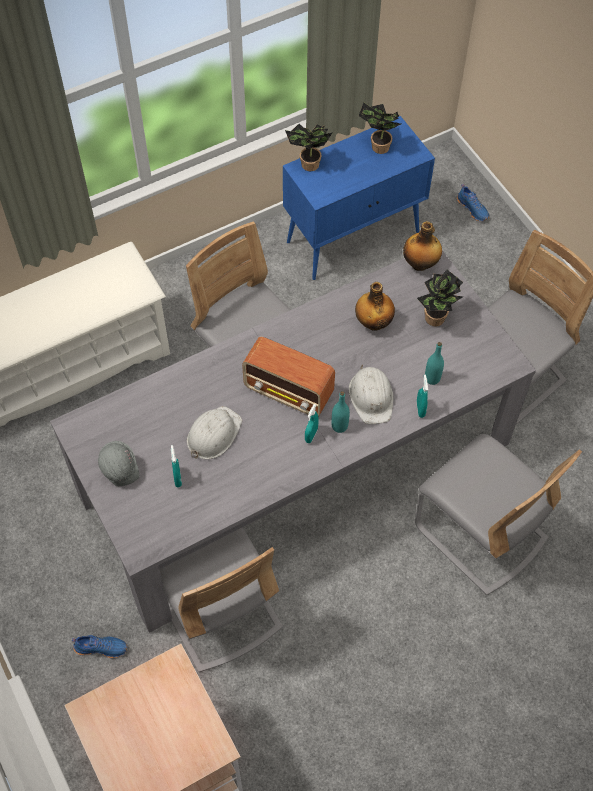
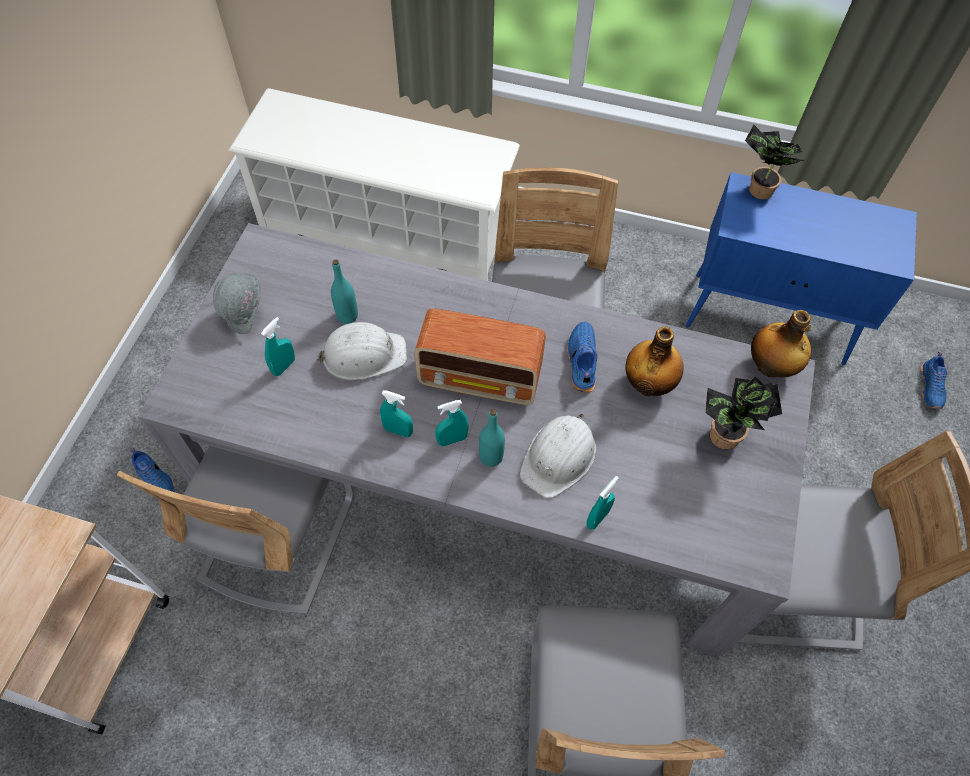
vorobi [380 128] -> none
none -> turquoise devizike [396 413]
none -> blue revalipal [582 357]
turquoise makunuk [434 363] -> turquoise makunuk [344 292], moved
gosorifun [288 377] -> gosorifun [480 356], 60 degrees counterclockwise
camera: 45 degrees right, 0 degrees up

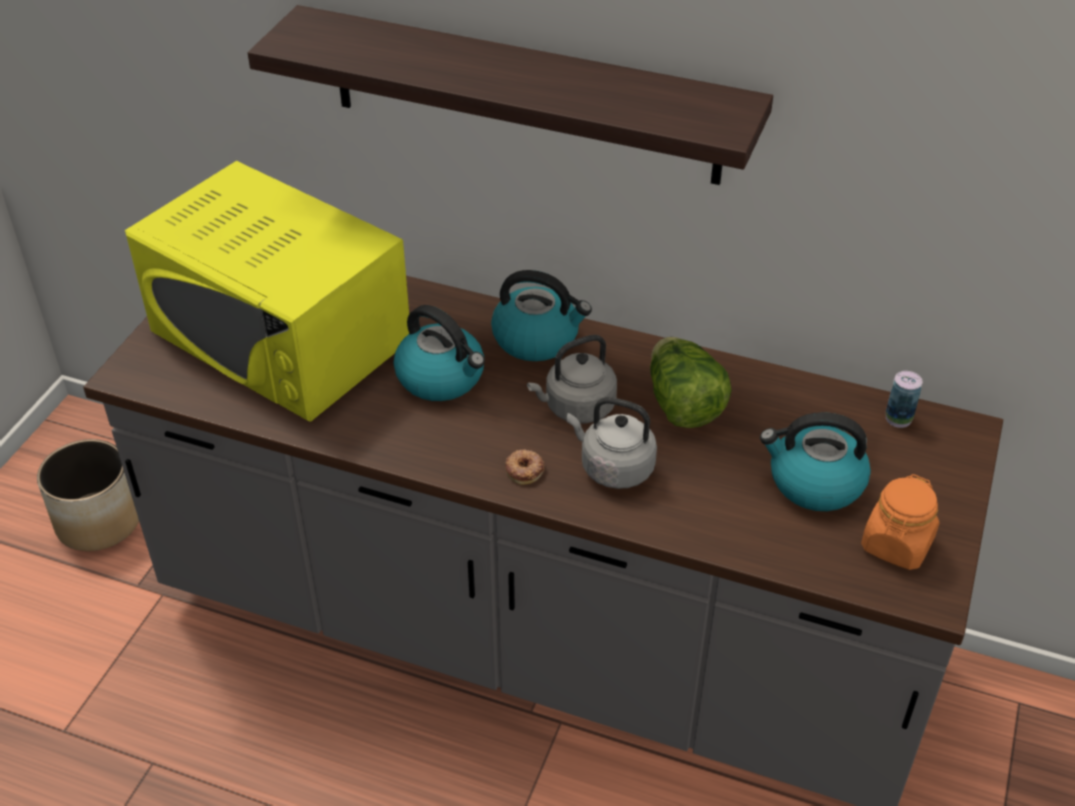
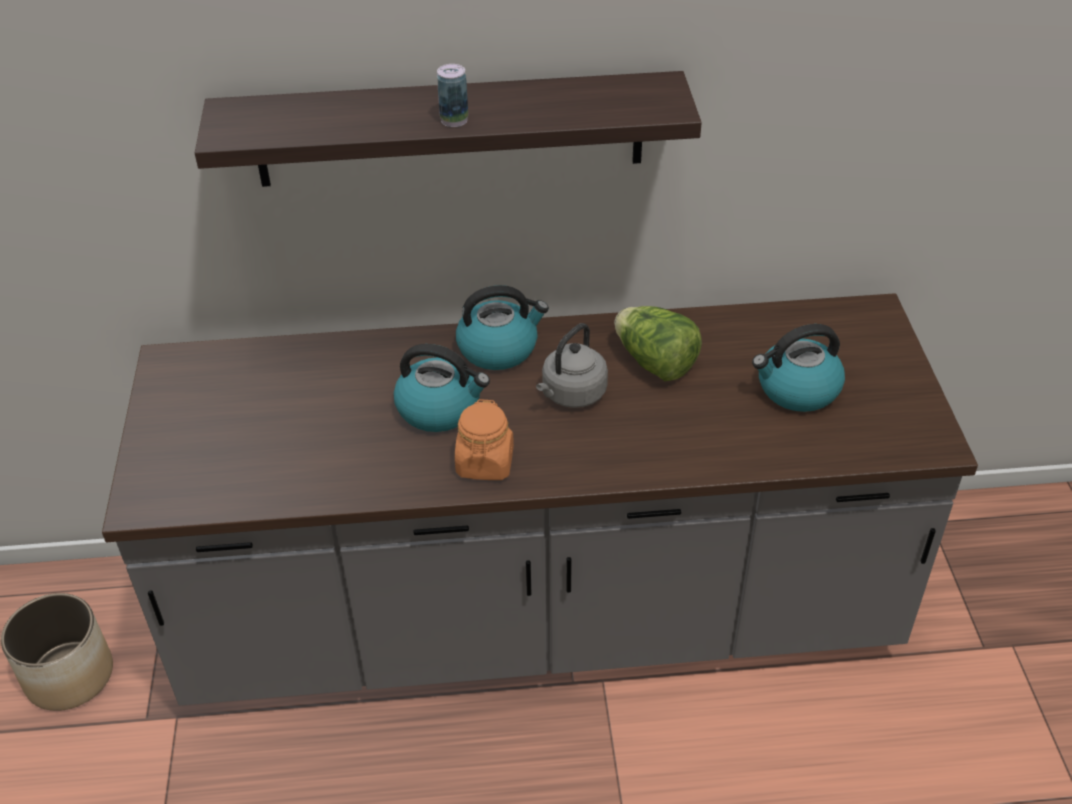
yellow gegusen [267 291] -> none
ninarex [525 467] -> none
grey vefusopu [612 443] -> none
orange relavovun [900 522] -> orange relavovun [484 439], moved
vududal [904 399] -> vududal [452 95], moved
camera: 25 degrees left, 0 degrees up

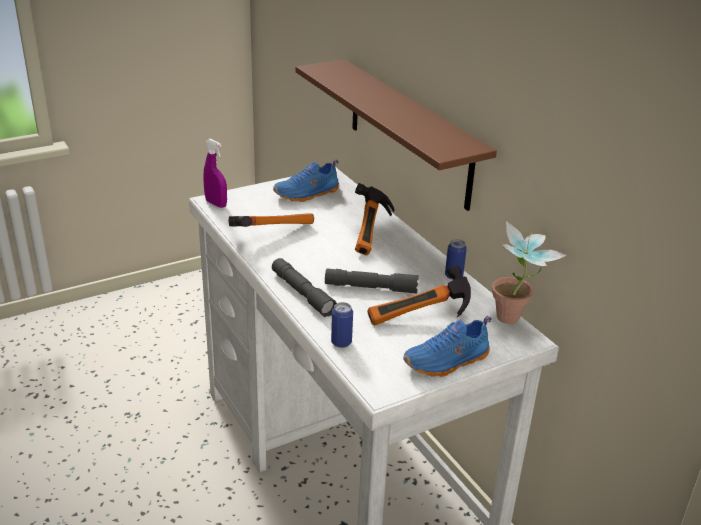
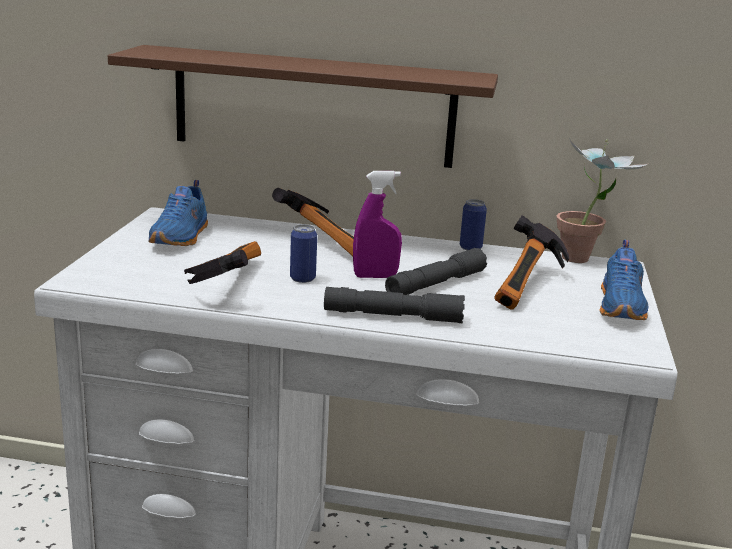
purple devizike [215 173] -> purple devizike [377 224], moved
vududal [342 325] -> vududal [303 253], moved
camera: 50 degrees left, 10 degrees down

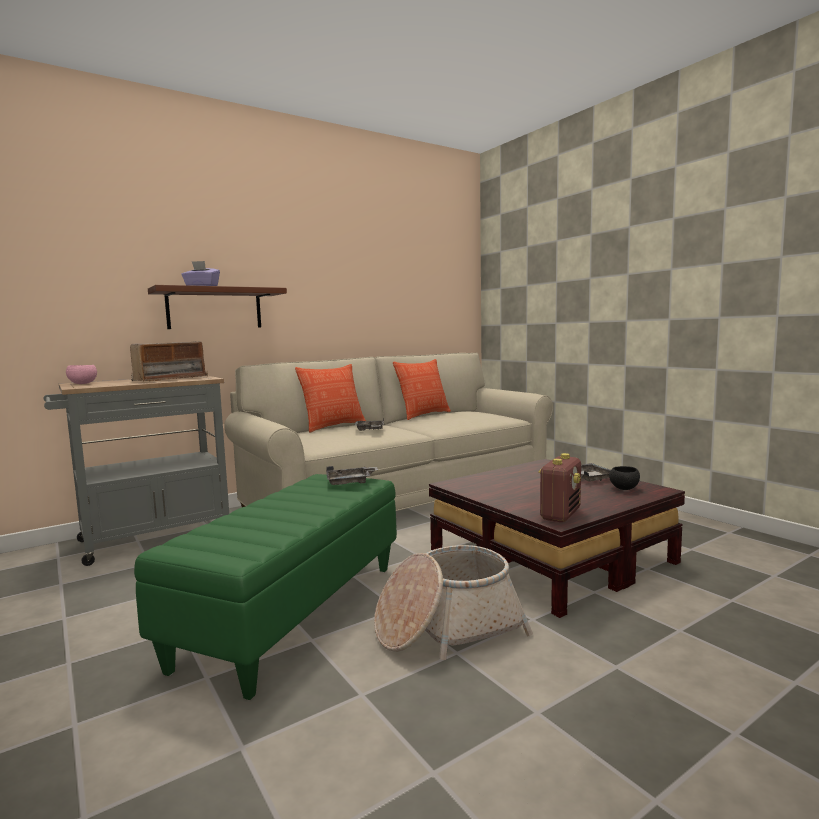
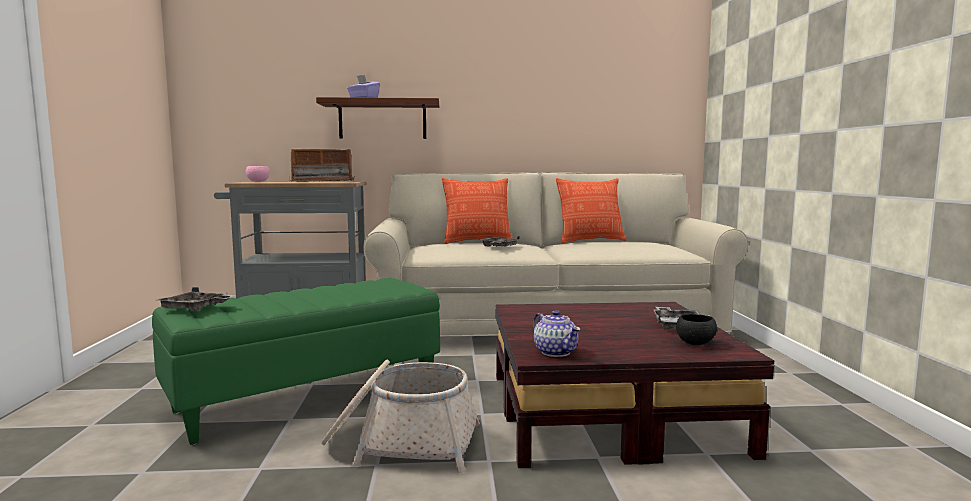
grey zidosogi [352 475] -> grey zidosogi [196 299], moved
gosorifun [559 487] -> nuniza [557 333]
camera: 30 degrees right, 0 degrees up

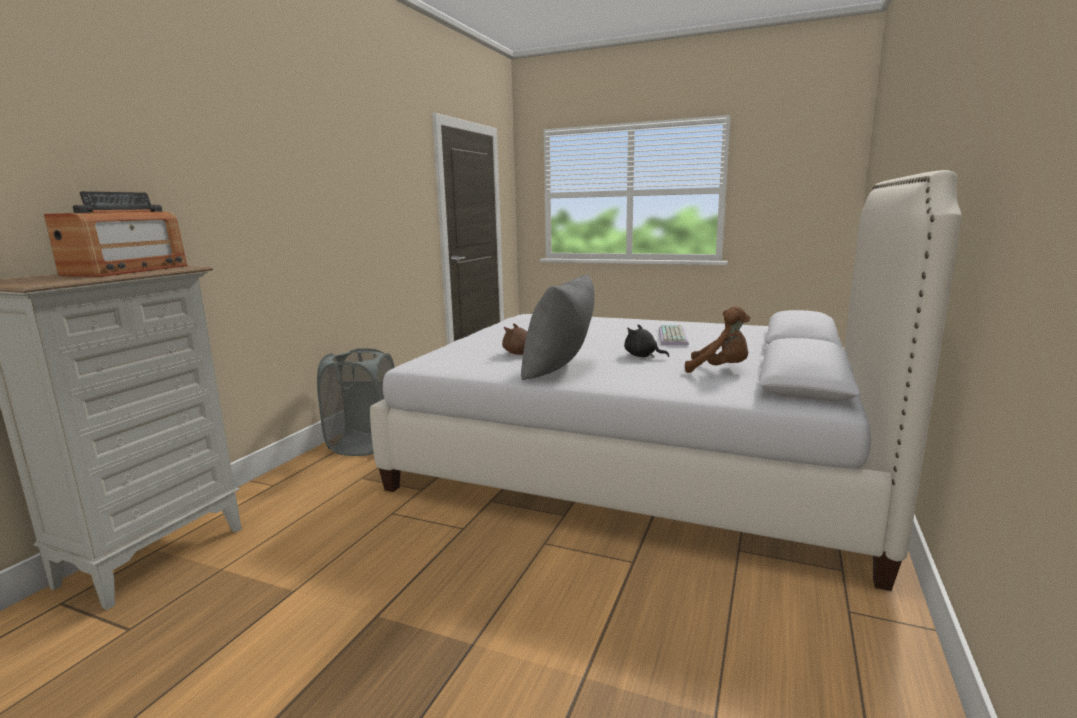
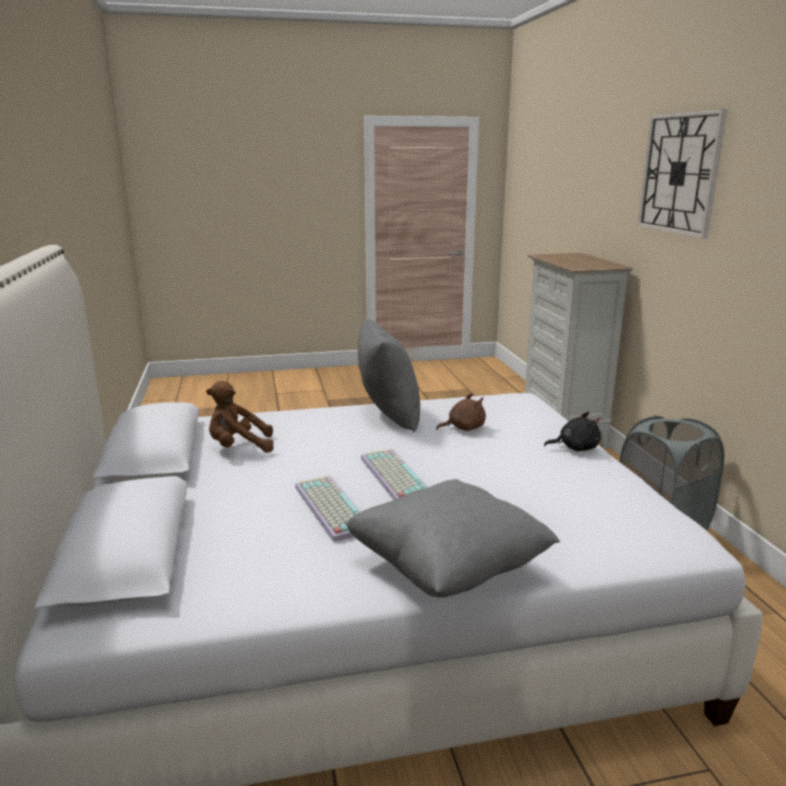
gosorifun [116 234] -> none
none -> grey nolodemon [453 538]
none -> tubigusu [394 474]
none -> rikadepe [682 174]
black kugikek [646 341] -> black kugikek [572 432], moved
camera: 145 degrees right, 5 degrees up

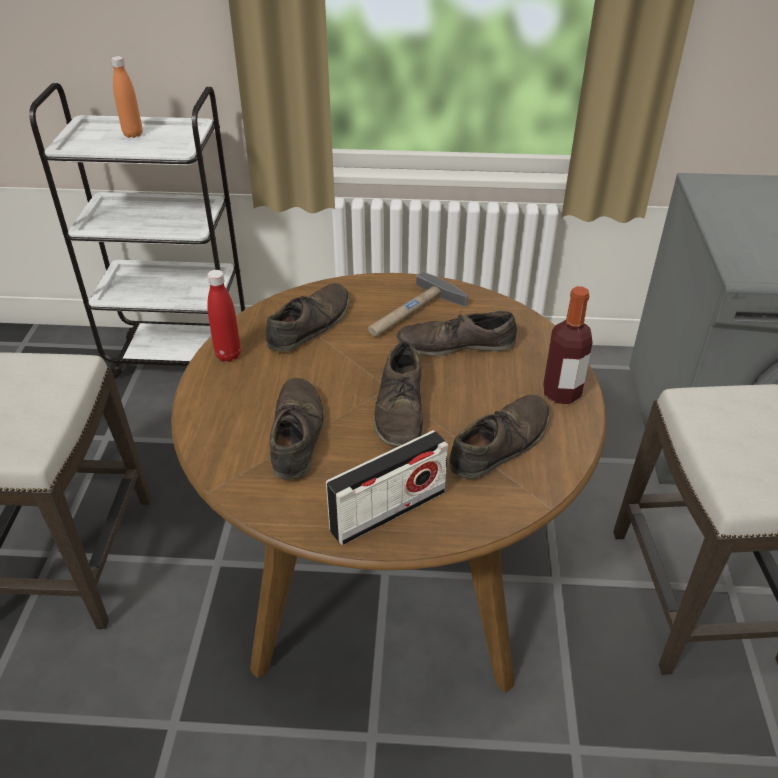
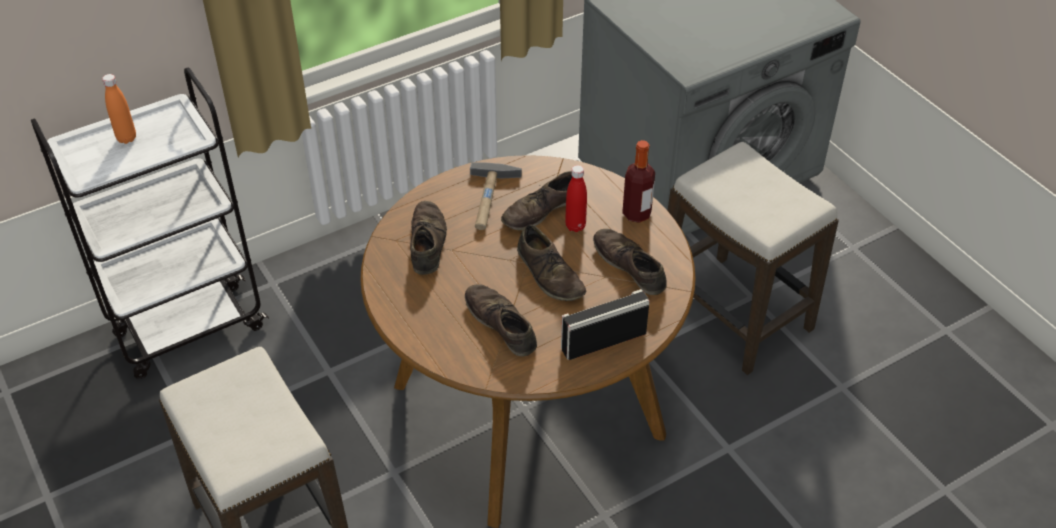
red makunuk [224 316] -> red makunuk [576 198], moved
gosorifun [387 487] -> gosorifun [605 324], 135 degrees counterclockwise
brown revalipal [499 436] -> brown revalipal [630 262], 45 degrees counterclockwise
camera: 35 degrees left, 5 degrees up

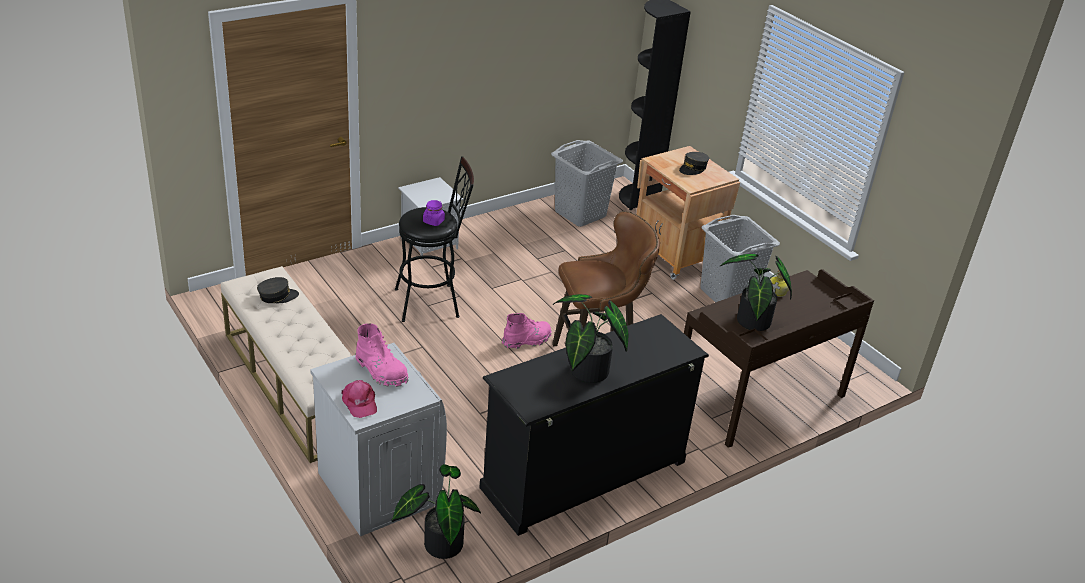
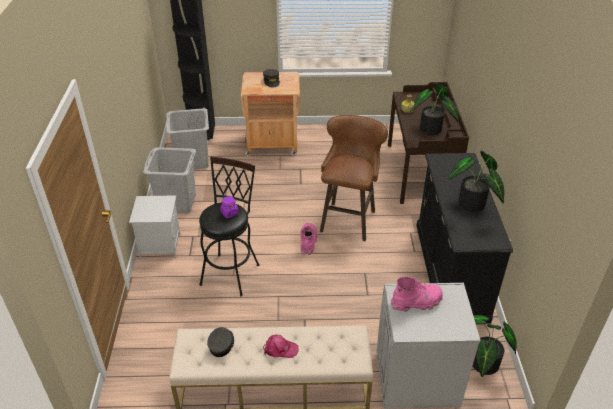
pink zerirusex [359 399] -> pink zerirusex [281 346], moved
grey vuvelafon [740 258] -> grey vuvelafon [169 180], moved
camera: 55 degrees left, 5 degrees up

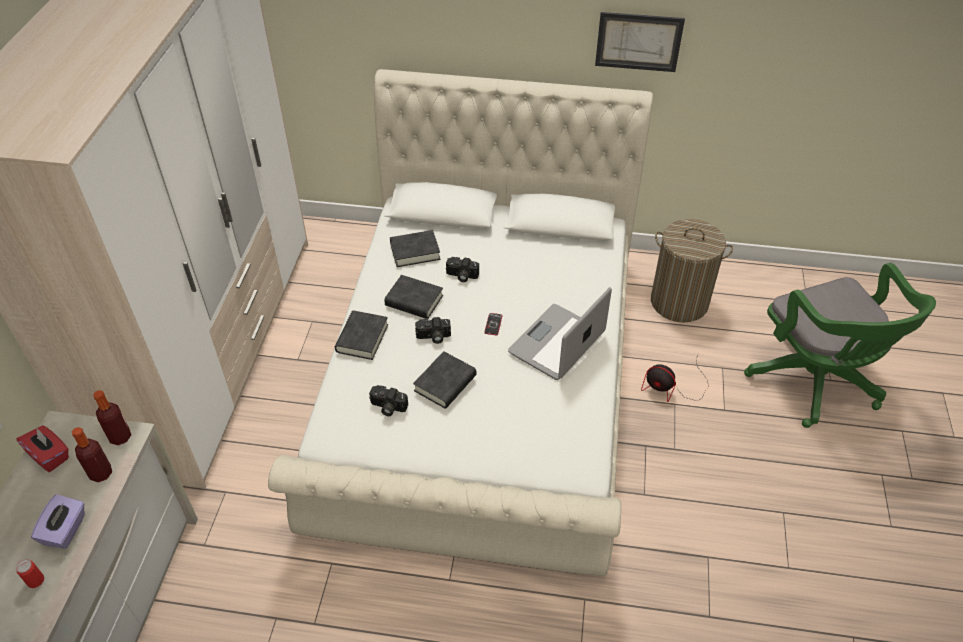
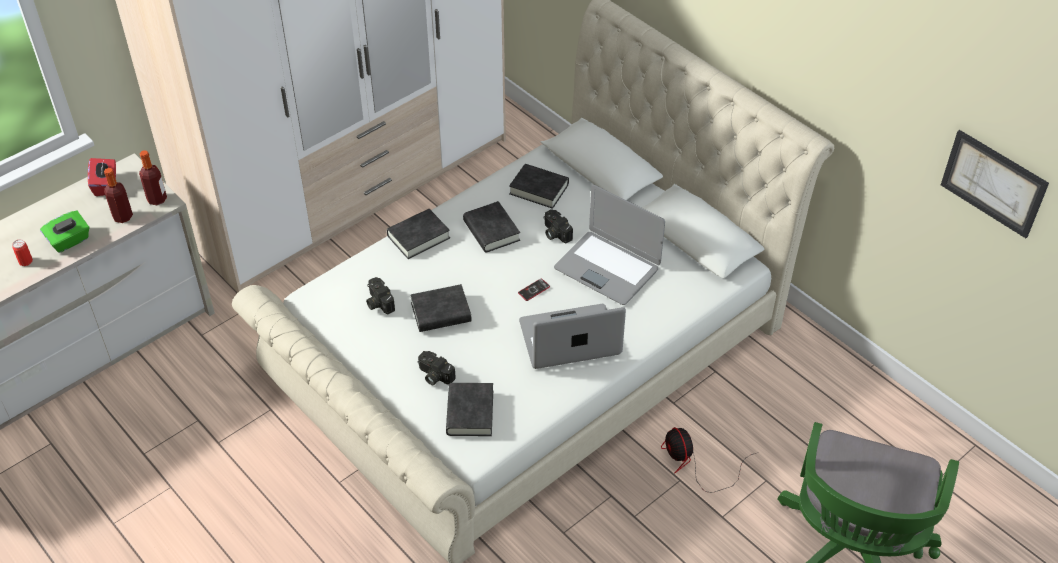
vuvelafon [692 271] -> none
none -> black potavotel [469 409]
none -> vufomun [609 245]
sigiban [433 330] -> sigiban [436 368], moved
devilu [640 42] -> devilu [995 184], moved
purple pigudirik [58 521] -> green pigudirik [64 232]
camera: 40 degrees right, 0 degrees up

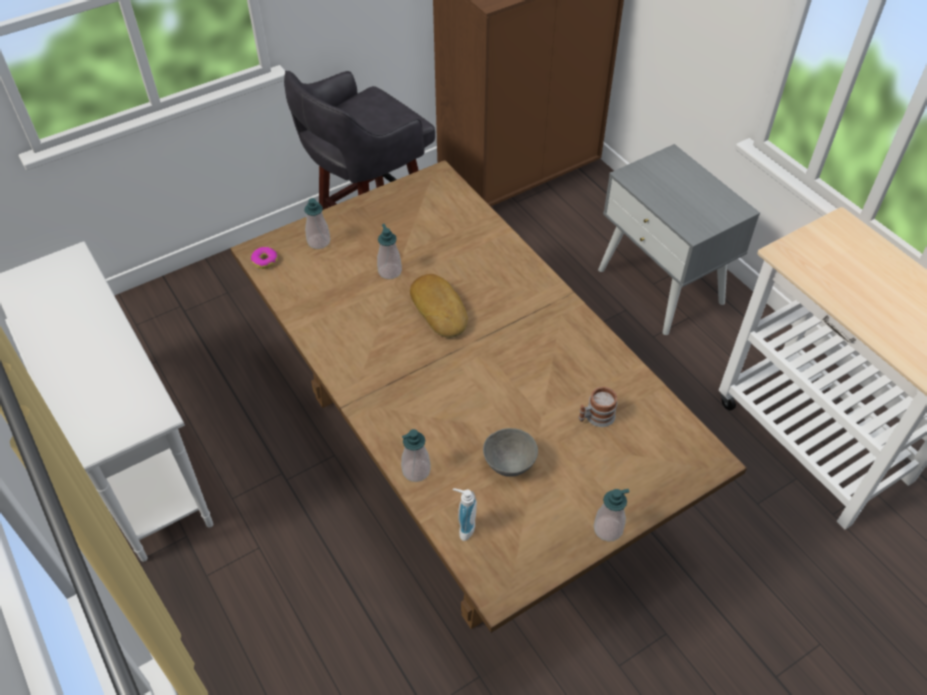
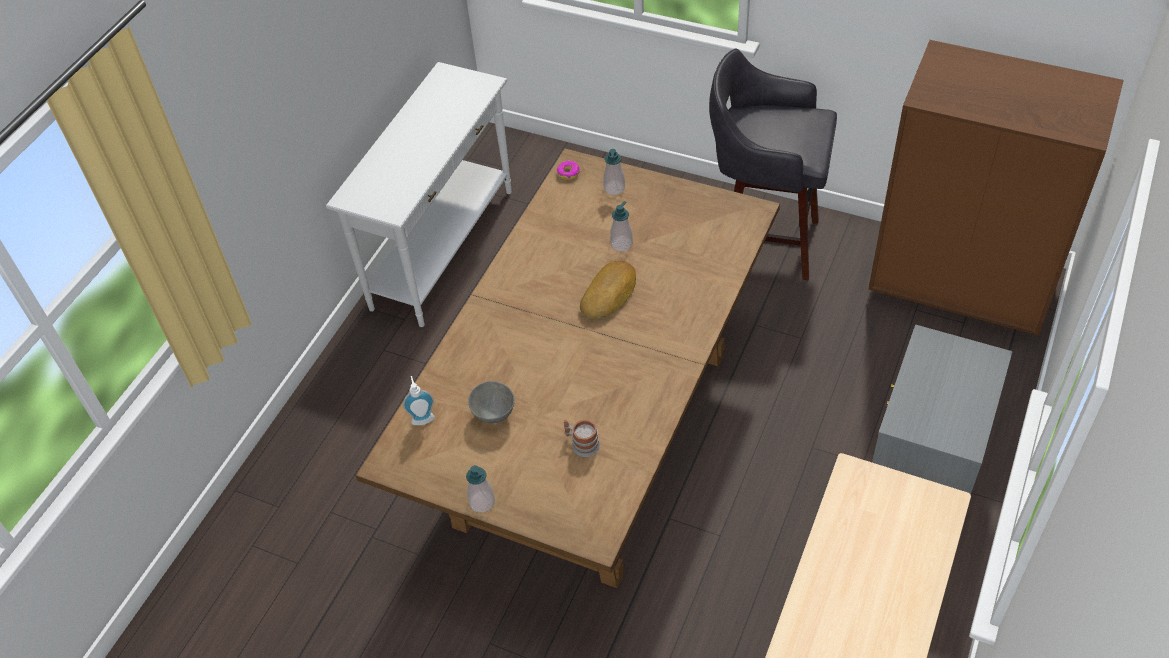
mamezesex [416 455] -> none
camera: 60 degrees right, 0 degrees up

